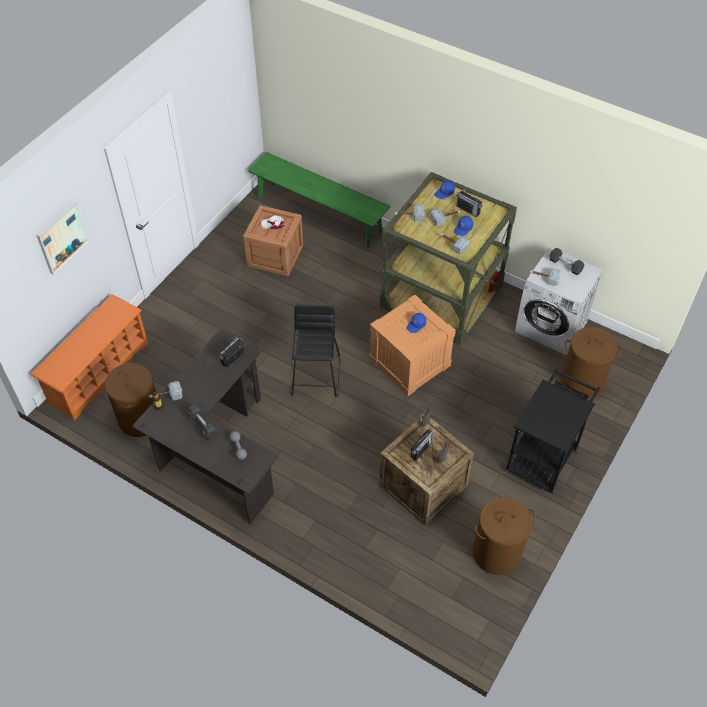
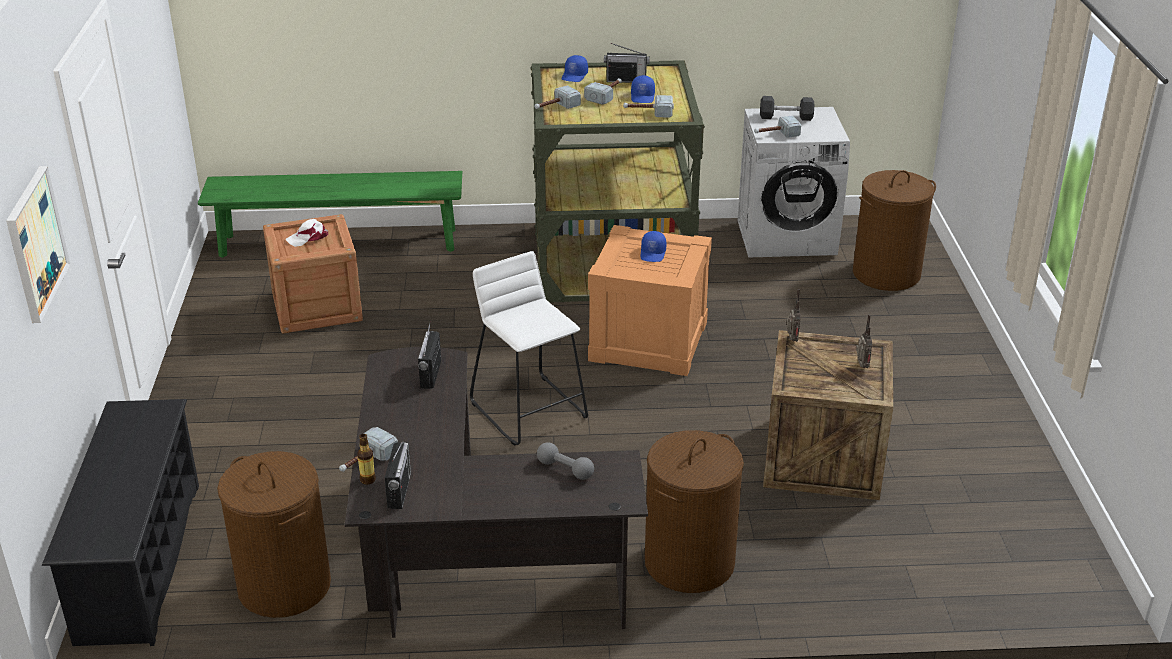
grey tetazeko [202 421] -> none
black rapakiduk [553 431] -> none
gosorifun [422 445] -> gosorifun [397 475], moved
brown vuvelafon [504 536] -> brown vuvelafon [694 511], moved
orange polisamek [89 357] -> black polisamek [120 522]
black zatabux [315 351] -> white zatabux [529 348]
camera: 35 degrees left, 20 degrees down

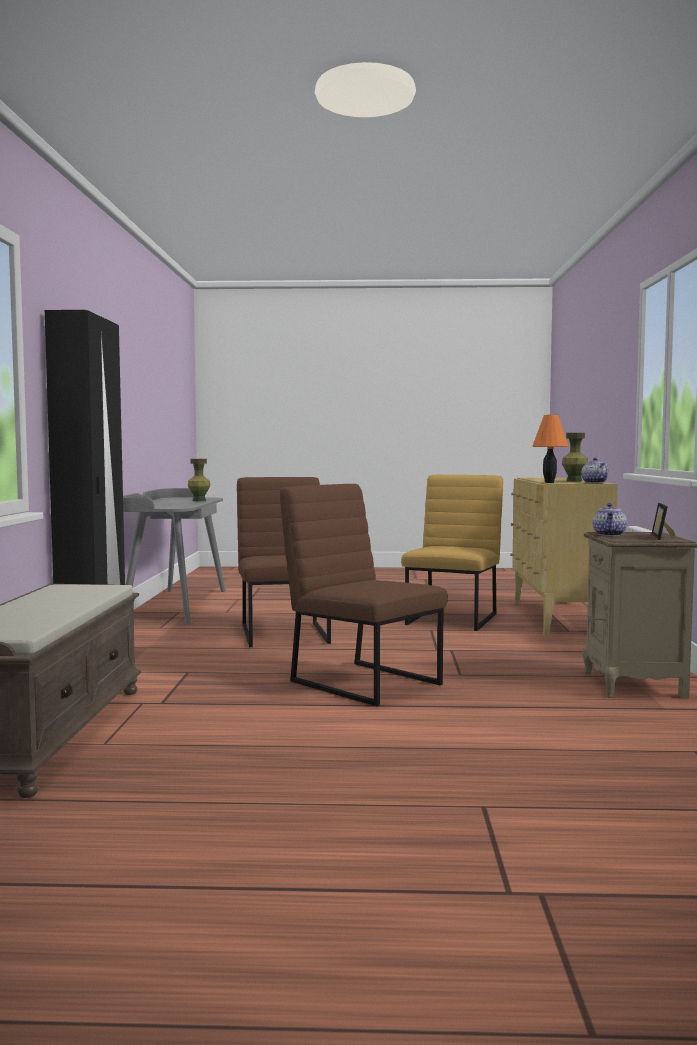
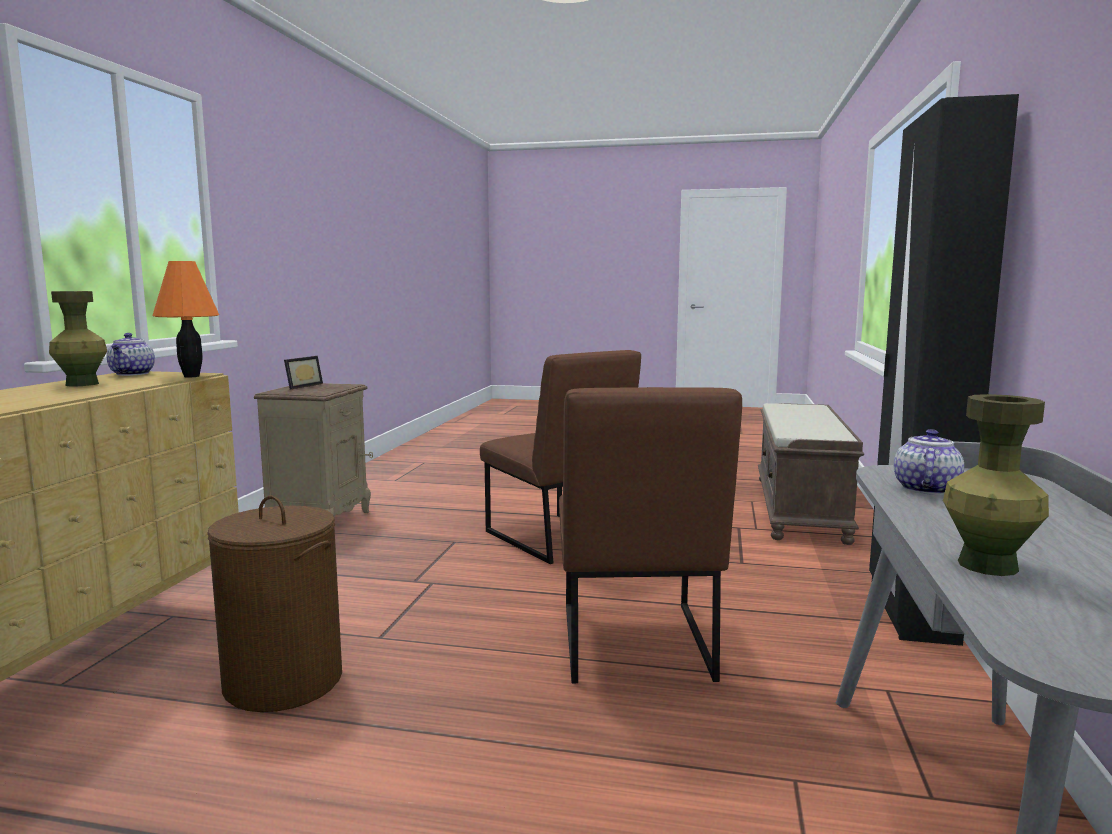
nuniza [609 519] -> nuniza [929 462], moved
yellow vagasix [452 553] -> brown vuvelafon [274 603]
camera: 170 degrees left, 5 degrees up

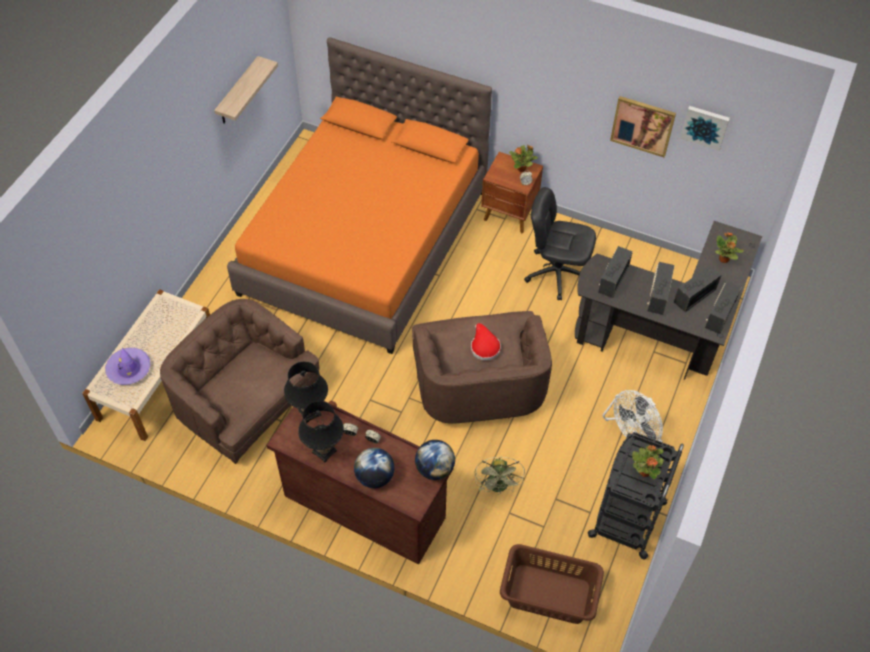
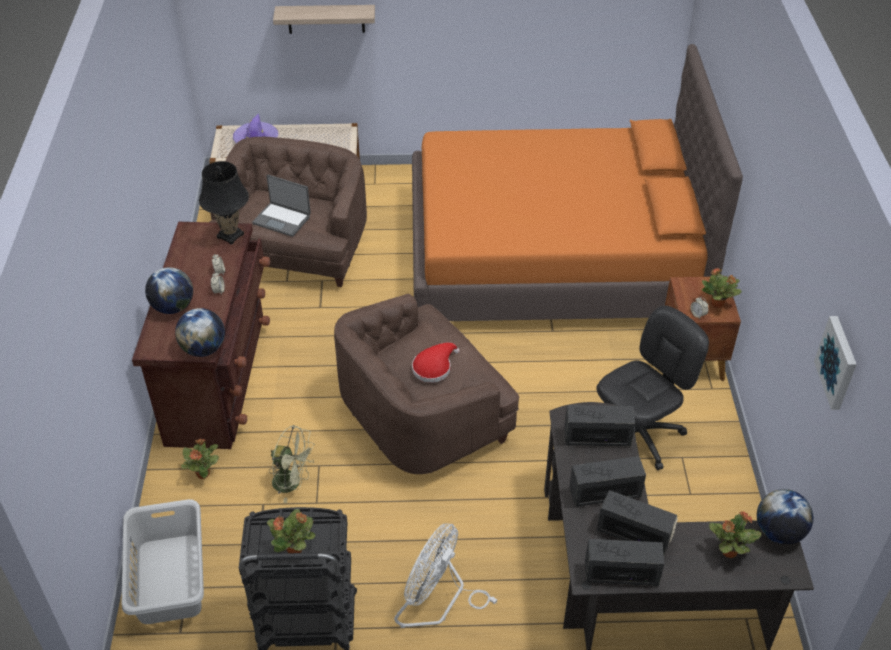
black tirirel [321 431] -> none
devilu [643 126] -> none
none -> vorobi [200 458]
none -> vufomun [281 206]
none -> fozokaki [785 516]
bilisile [246 89] -> bilisile [324 19], moved
brown vuvelafon [552 584] -> grey vuvelafon [163 561]
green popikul [500 476] -> green popikul [292 464], 135 degrees counterclockwise
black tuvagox [560 243] -> black tuvagox [652 388], 60 degrees clockwise
camera: 65 degrees right, 10 degrees down

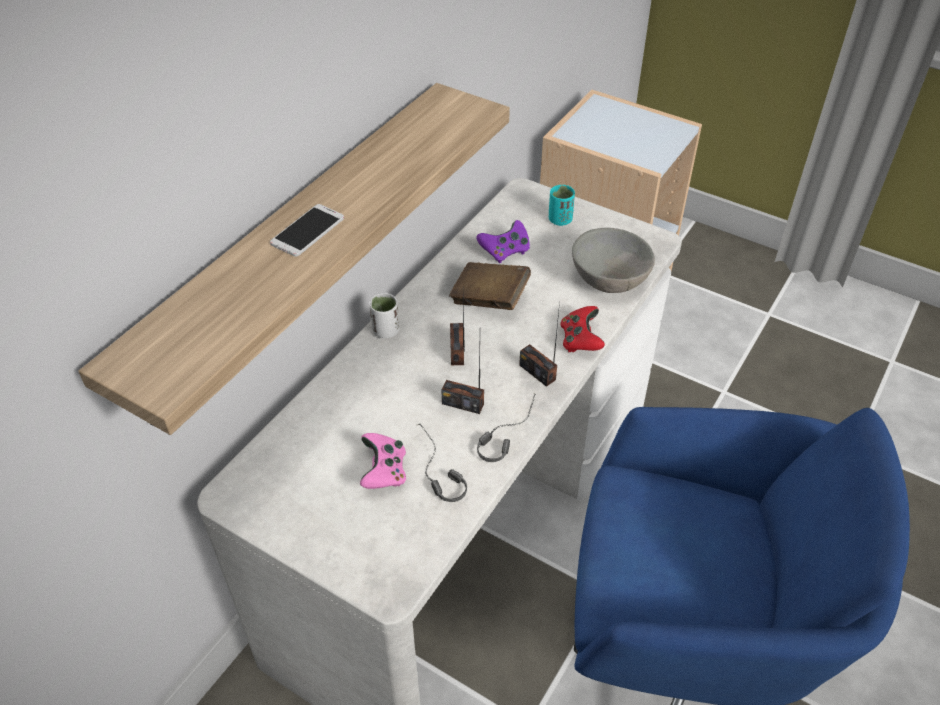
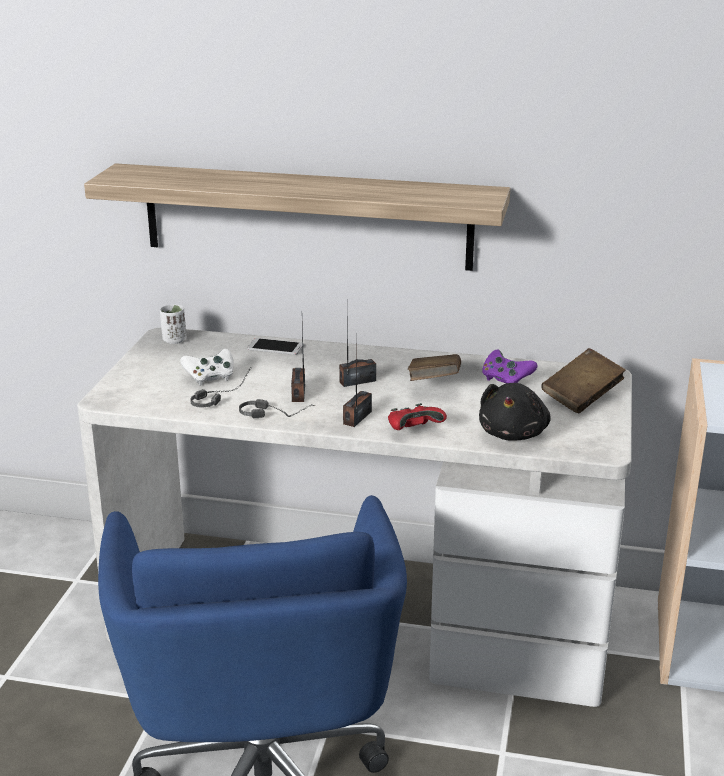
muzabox [307 230] -> muzabox [275 346], moved
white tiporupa [384 315] -> white tiporupa [173 324], moved
turquoise tiporupa [562 205] -> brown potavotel [583 380]
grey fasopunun [613 260] -> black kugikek [515 412]
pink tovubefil [383 461] -> white tovubefil [207 367]
camera: 70 degrees right, 20 degrees down

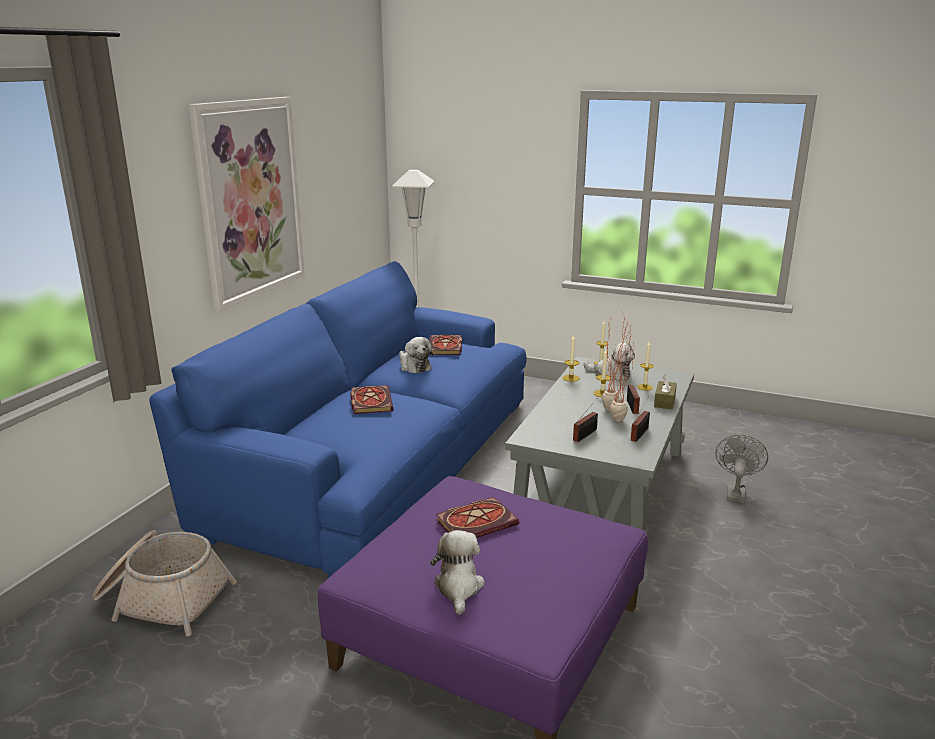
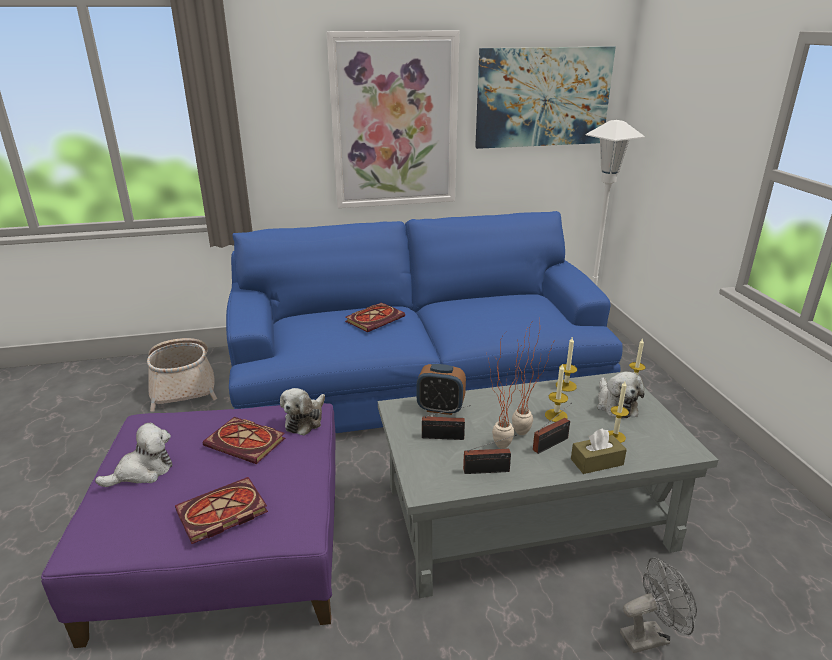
none -> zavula [441 389]
none -> devilu [545 97]
kugikek [416 355] -> kugikek [302 412], moved
potavotel [445 345] -> potavotel [221 510], moved
camera: 55 degrees right, 5 degrees up

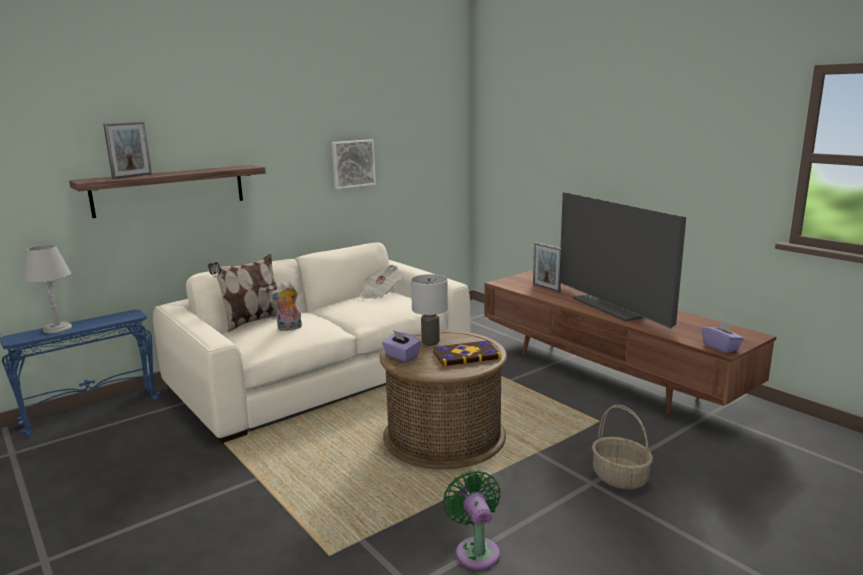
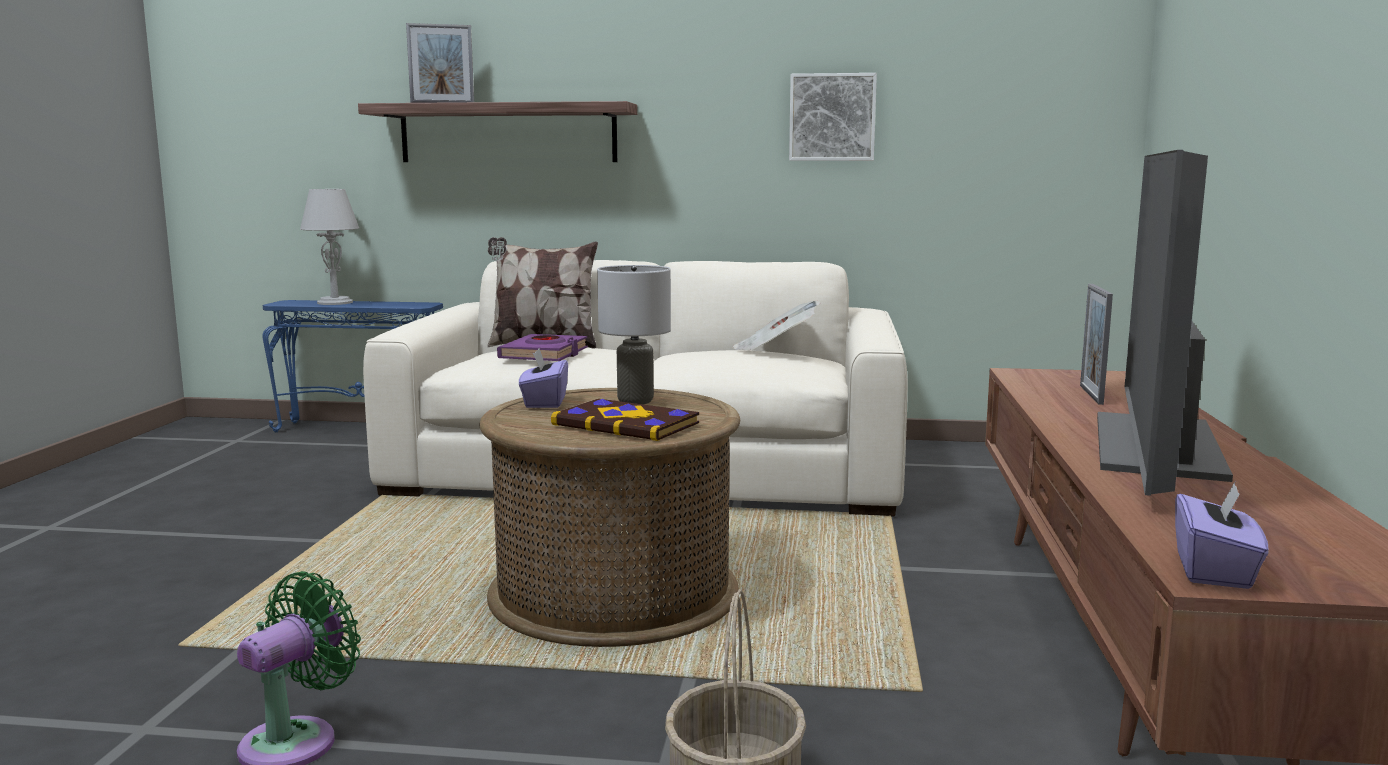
kugikek [286 306] -> purple potavotel [542 347]
camera: 45 degrees right, 5 degrees down

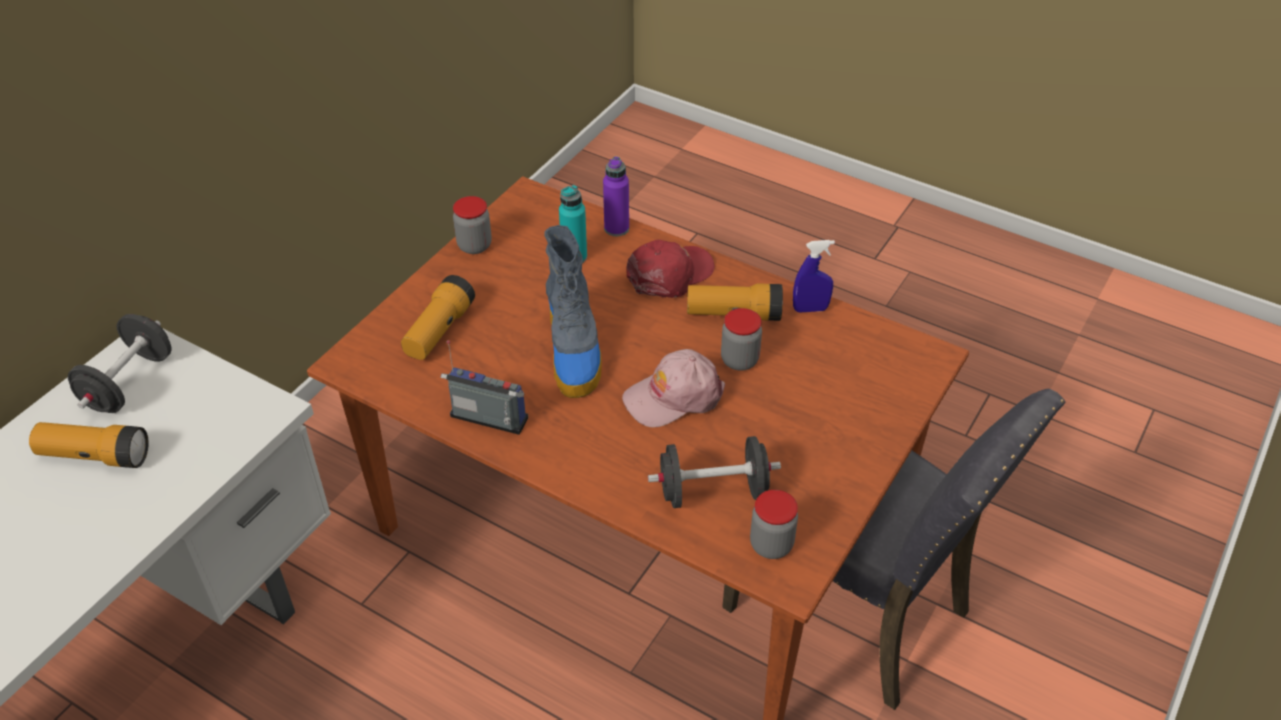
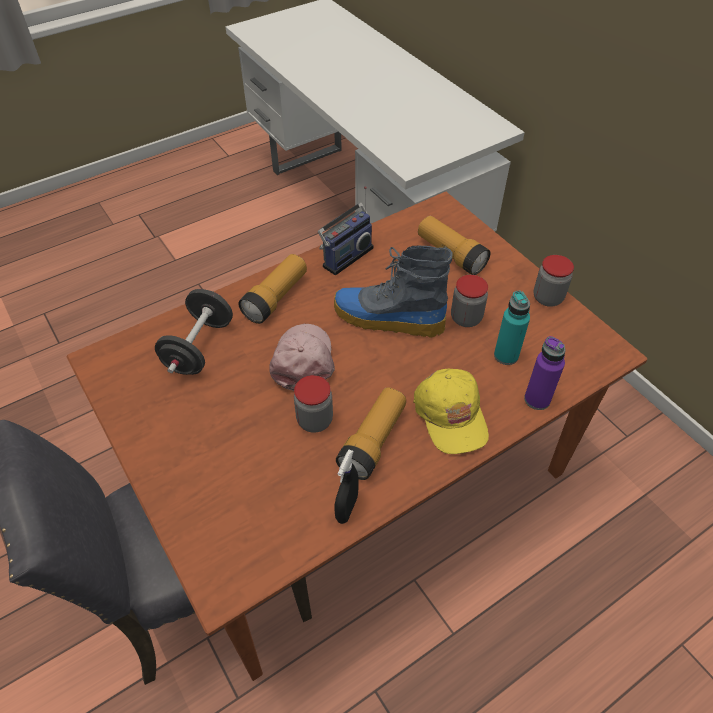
black tetazeko [119 363] -> none
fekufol [89 445] -> fekufol [272 289], moved
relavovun [774 524] -> relavovun [469 301], moved
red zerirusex [670 269] -> yellow zerirusex [451 411]
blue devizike [814 276] -> black devizike [346 487]
camera: 115 degrees right, 5 degrees up

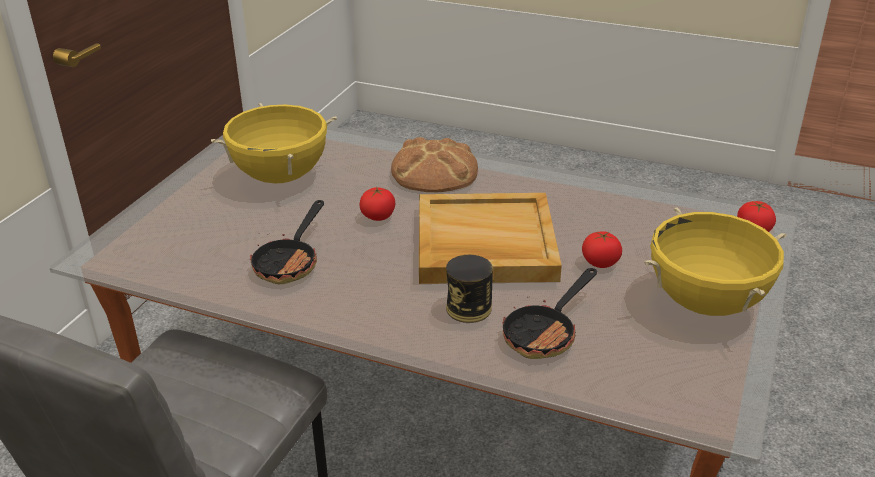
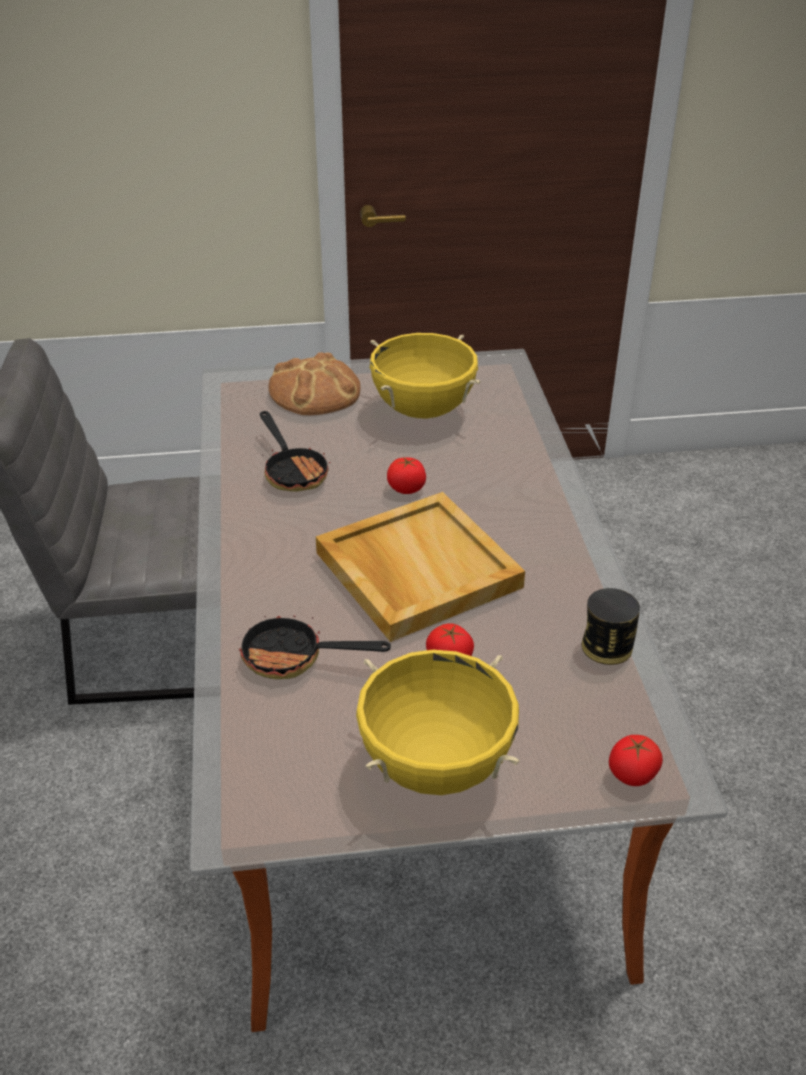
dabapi [434 164] -> dabapi [314 383], moved
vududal [469 289] -> vududal [611 626], moved
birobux [287 242] -> birobux [295 451], 105 degrees counterclockwise
camera: 60 degrees right, 5 degrees up

